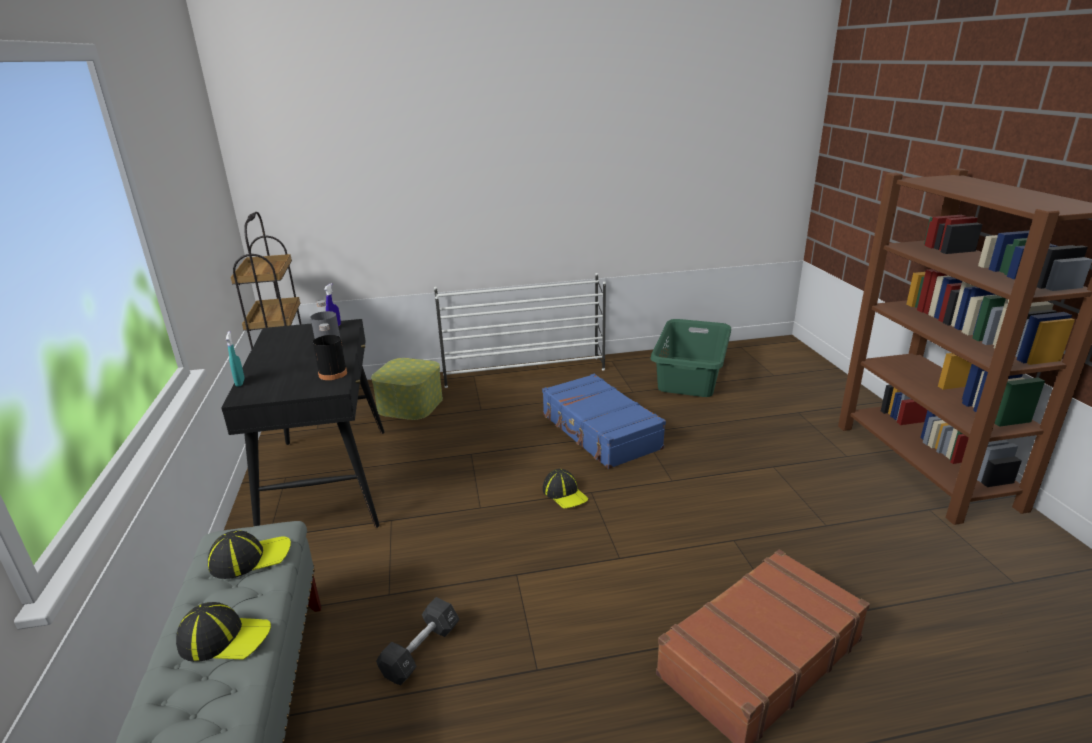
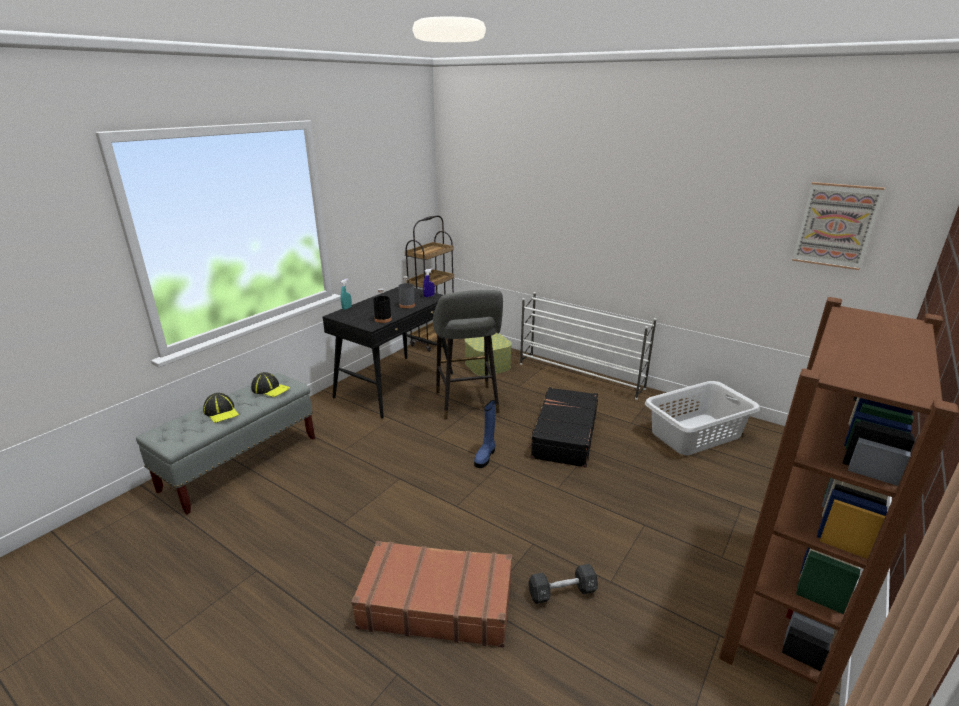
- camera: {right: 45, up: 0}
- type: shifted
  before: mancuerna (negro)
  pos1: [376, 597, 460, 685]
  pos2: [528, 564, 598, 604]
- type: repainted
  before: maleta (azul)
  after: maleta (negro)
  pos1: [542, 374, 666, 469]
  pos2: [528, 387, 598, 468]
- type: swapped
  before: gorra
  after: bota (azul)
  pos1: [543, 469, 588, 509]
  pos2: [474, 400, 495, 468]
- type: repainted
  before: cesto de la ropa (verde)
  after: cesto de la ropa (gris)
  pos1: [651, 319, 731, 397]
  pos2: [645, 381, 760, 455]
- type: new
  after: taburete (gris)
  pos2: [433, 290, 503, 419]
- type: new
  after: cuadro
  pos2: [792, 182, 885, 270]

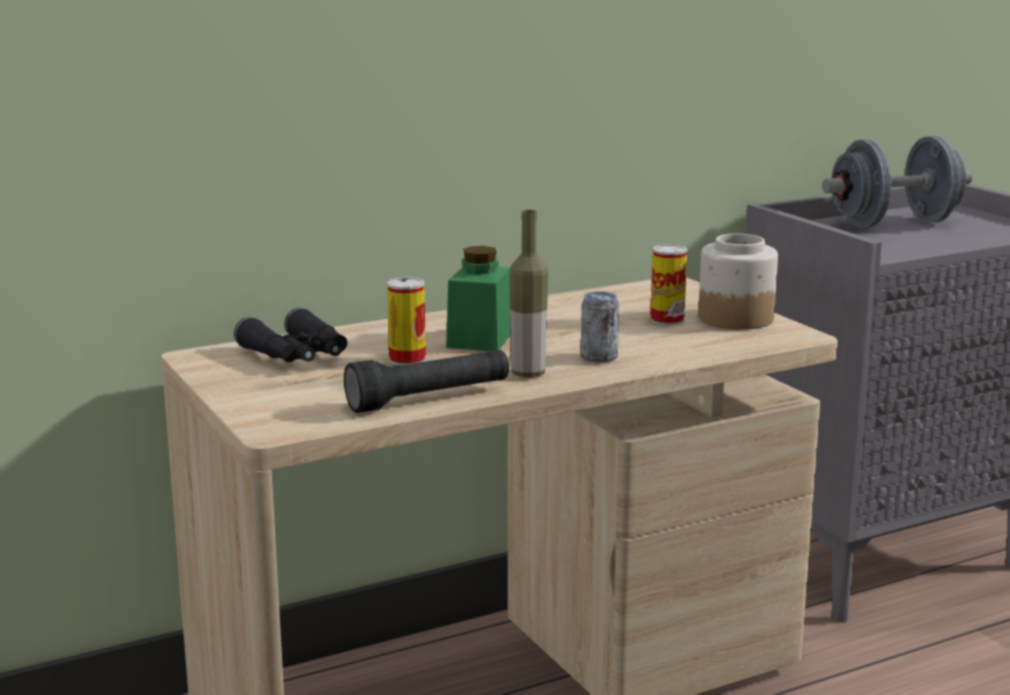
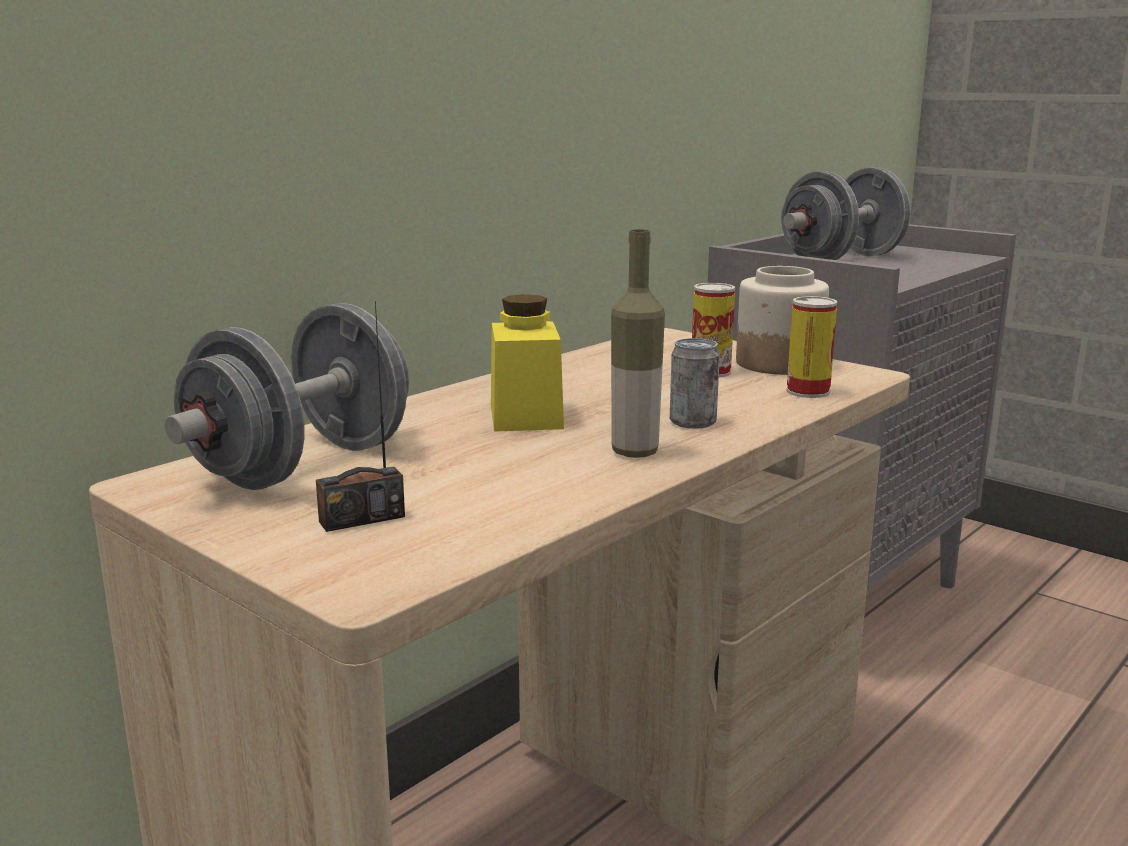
- camera: {right: -20, up: 0}
- type: swapped
  before: prismáticos (negro)
  after: mancuerna (gris)
  pos1: [234, 308, 347, 362]
  pos2: [165, 303, 409, 490]
- type: gone
  before: linterna (negro)
  pos1: [344, 350, 509, 413]
- type: shifted
  before: lata
  pos1: [387, 277, 426, 365]
  pos2: [786, 296, 838, 398]
- type: repainted
  before: tarro (verde)
  after: tarro (amarillo)
  pos1: [446, 246, 510, 351]
  pos2: [491, 294, 564, 432]
- type: new
  after: radio
  pos2: [316, 301, 405, 532]

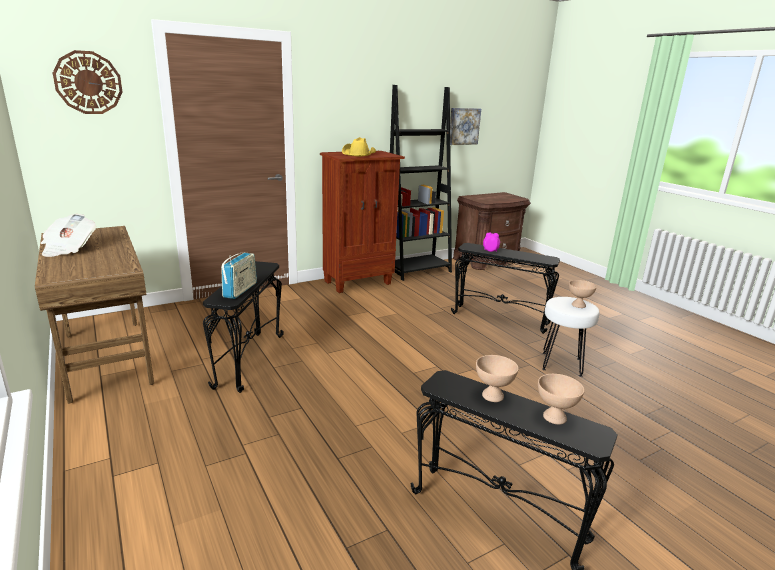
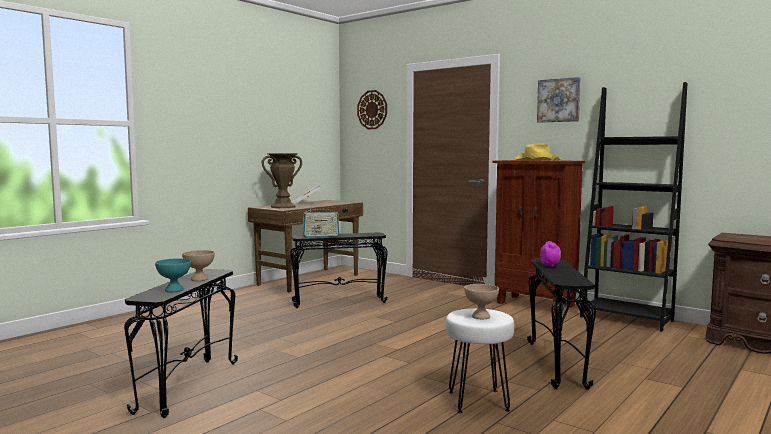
- camera: {right: 70, up: -15}
- type: shifted
  before: cuadro
  pos1: [450, 108, 481, 145]
  pos2: [537, 77, 581, 123]
- type: repainted
  before: cuenco (beis)
  after: cuenco (turquesa)
  pos1: [538, 374, 584, 424]
  pos2: [155, 258, 191, 292]
- type: new
  after: florero (marrón)
  pos2: [262, 153, 302, 208]

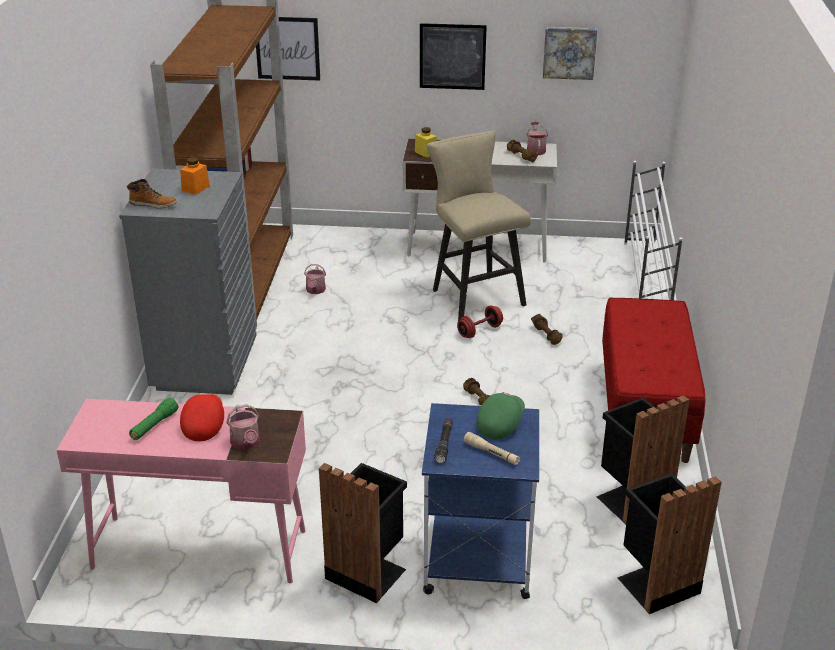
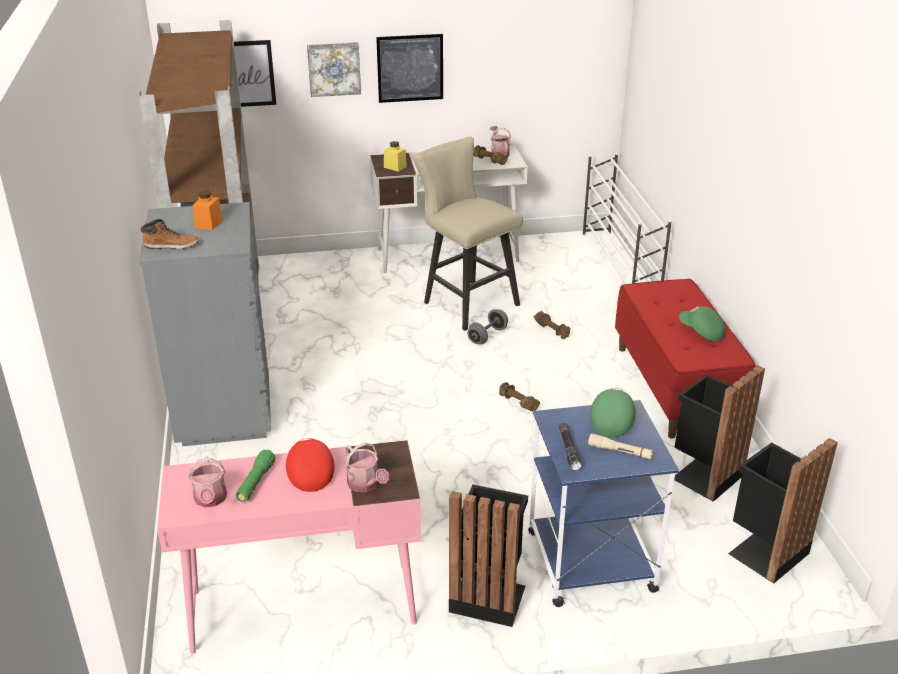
- camera: {right: -15, up: 0}
- type: shifted
  before: regadera
  pos1: [304, 264, 326, 294]
  pos2: [188, 456, 227, 508]
- type: repainted
  before: mancuerna (rojo)
  after: mancuerna (gris)
  pos1: [457, 305, 503, 338]
  pos2: [467, 309, 508, 344]
- type: shifted
  before: cuadro
  pos1: [543, 27, 597, 80]
  pos2: [307, 42, 361, 97]
- type: new
  after: gorra (verde)
  pos2: [679, 306, 725, 341]

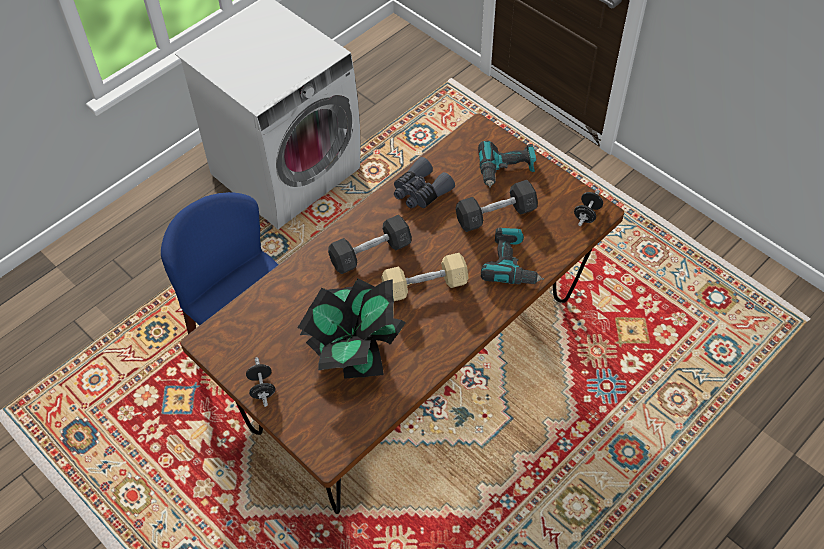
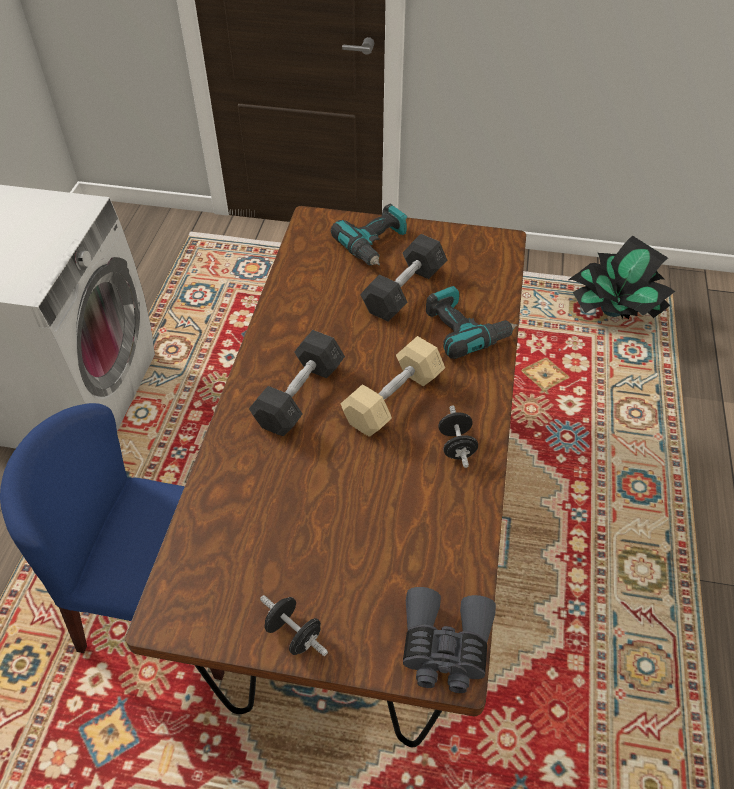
- camera: {right: -35, up: -5}
- type: shifted
  before: planta en maceta
  pos1: [298, 278, 406, 379]
  pos2: [568, 236, 675, 319]
- type: shifted
  before: prismáticos (gris)
  pos1: [394, 157, 455, 208]
  pos2: [403, 587, 496, 693]
- type: shifted
  before: mancuerna (negro)
  pos1: [574, 190, 603, 226]
  pos2: [438, 405, 478, 468]

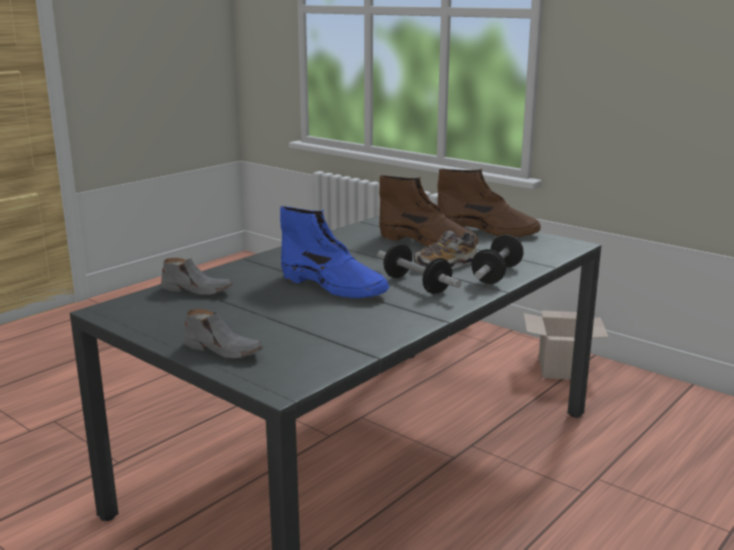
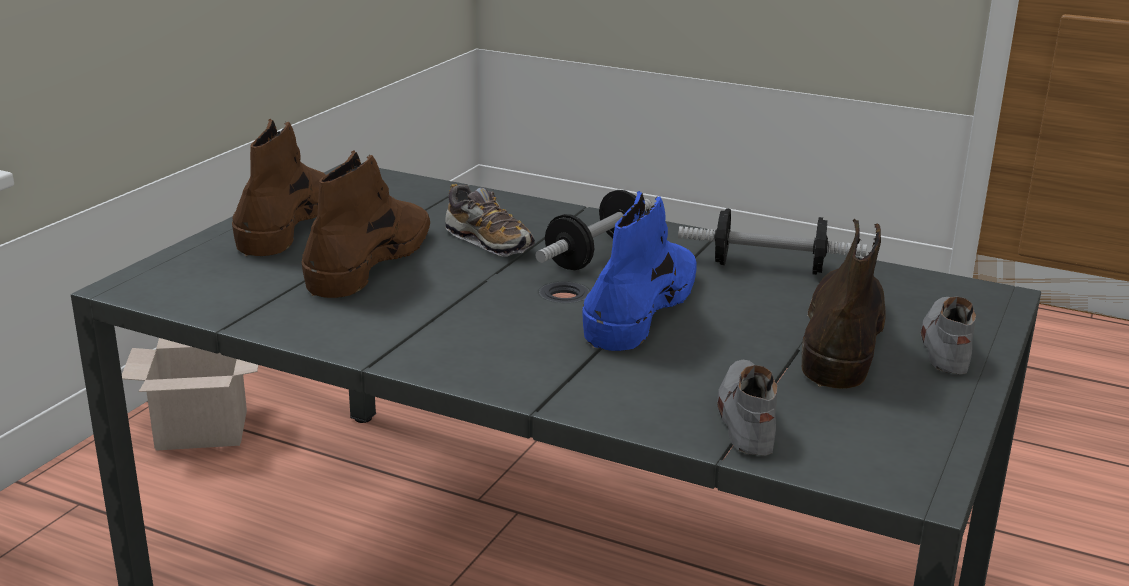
- camera: {right: -105, up: 5}
- type: shifted
  before: mancuerna
  pos1: [471, 235, 524, 284]
  pos2: [678, 208, 867, 275]
- type: new
  after: bota (marrón)
  pos2: [801, 219, 886, 389]

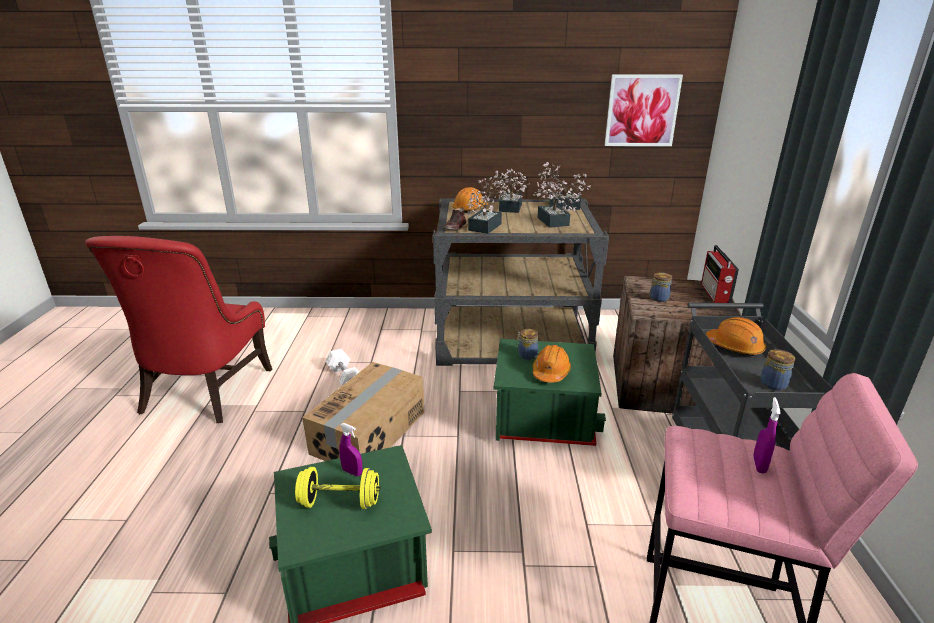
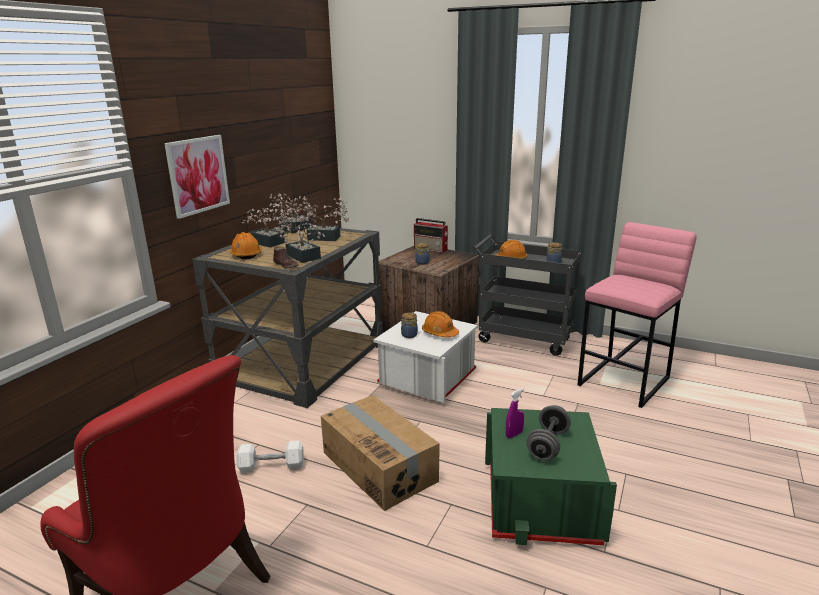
- camera: {right: -65, up: -5}
- type: repainted
  before: mancuerna (amarillo)
  after: mancuerna (gris)
  pos1: [295, 467, 381, 509]
  pos2: [526, 405, 571, 461]
- type: repainted
  before: caja de almacenaje (verde)
  after: caja de almacenaje (blanco)
  pos1: [494, 339, 606, 446]
  pos2: [373, 311, 478, 403]
- type: shifted
  before: cuadro
  pos1: [604, 74, 683, 146]
  pos2: [164, 135, 230, 219]
- type: gone
  before: pulverizador (morado)
  pos1: [753, 397, 781, 474]

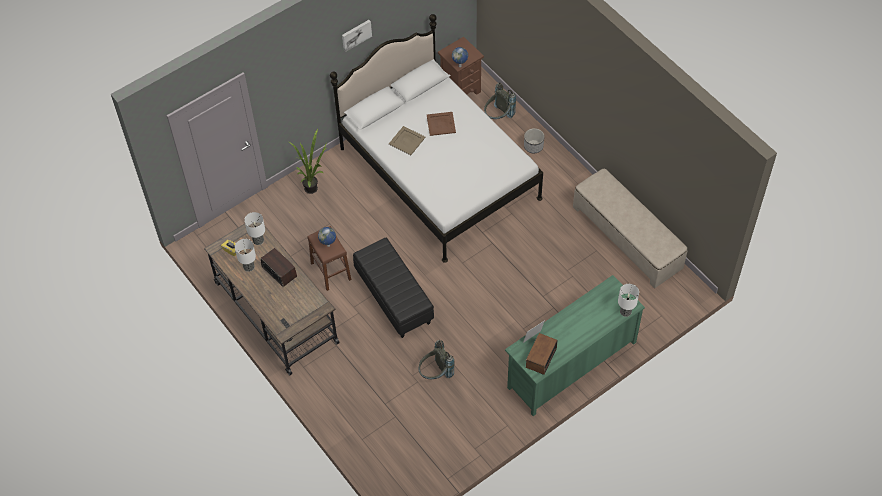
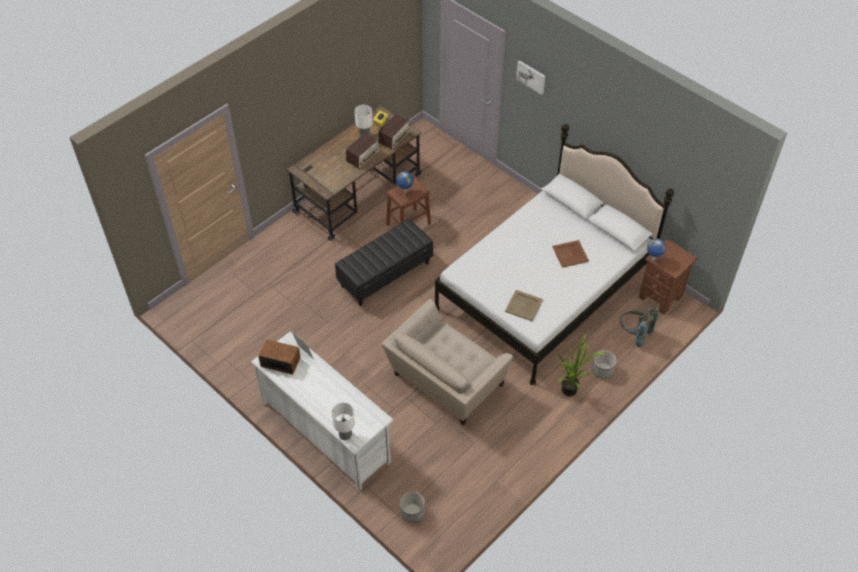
- camera: {right: 80, up: -5}
- type: swapped
  before: lámpara de mesa
  after: radio
  pos1: [244, 212, 265, 245]
  pos2: [378, 115, 410, 149]
- type: shifted
  before: planta en maceta
  pos1: [289, 129, 326, 194]
  pos2: [554, 334, 606, 397]
- type: shifted
  before: cuadro
  pos1: [342, 20, 372, 52]
  pos2: [516, 61, 545, 95]
- type: shifted
  before: bandeja (beis)
  pos1: [389, 126, 425, 155]
  pos2: [505, 290, 543, 322]
- type: gone
  before: mochila (gris)
  pos1: [419, 340, 455, 379]
- type: repainted
  before: cómoda (verde)
  after: cómoda (blanco)
  pos1: [505, 275, 645, 416]
  pos2: [251, 332, 393, 491]
- type: gone
  before: banco (beis)
  pos1: [573, 169, 688, 288]
- type: new
  after: sillón (beis)
  pos2: [381, 299, 513, 426]
- type: new
  after: maceta
  pos2: [399, 491, 425, 523]

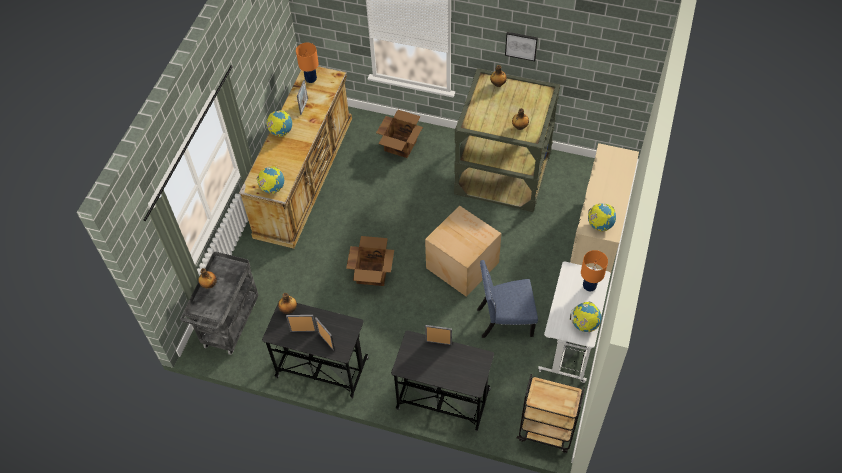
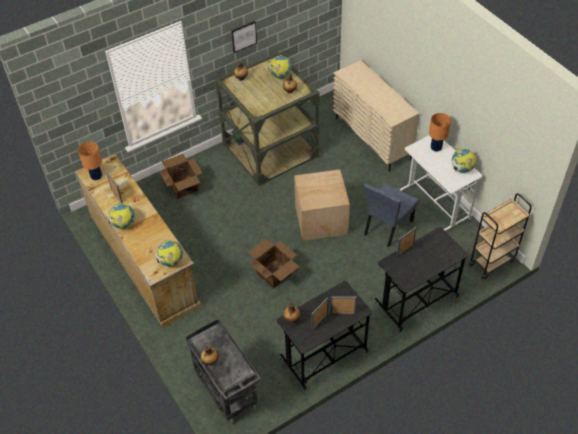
- camera: {right: -50, up: -5}
- type: shifted
  before: globo terráqueo
  pos1: [588, 203, 616, 231]
  pos2: [268, 55, 292, 79]

